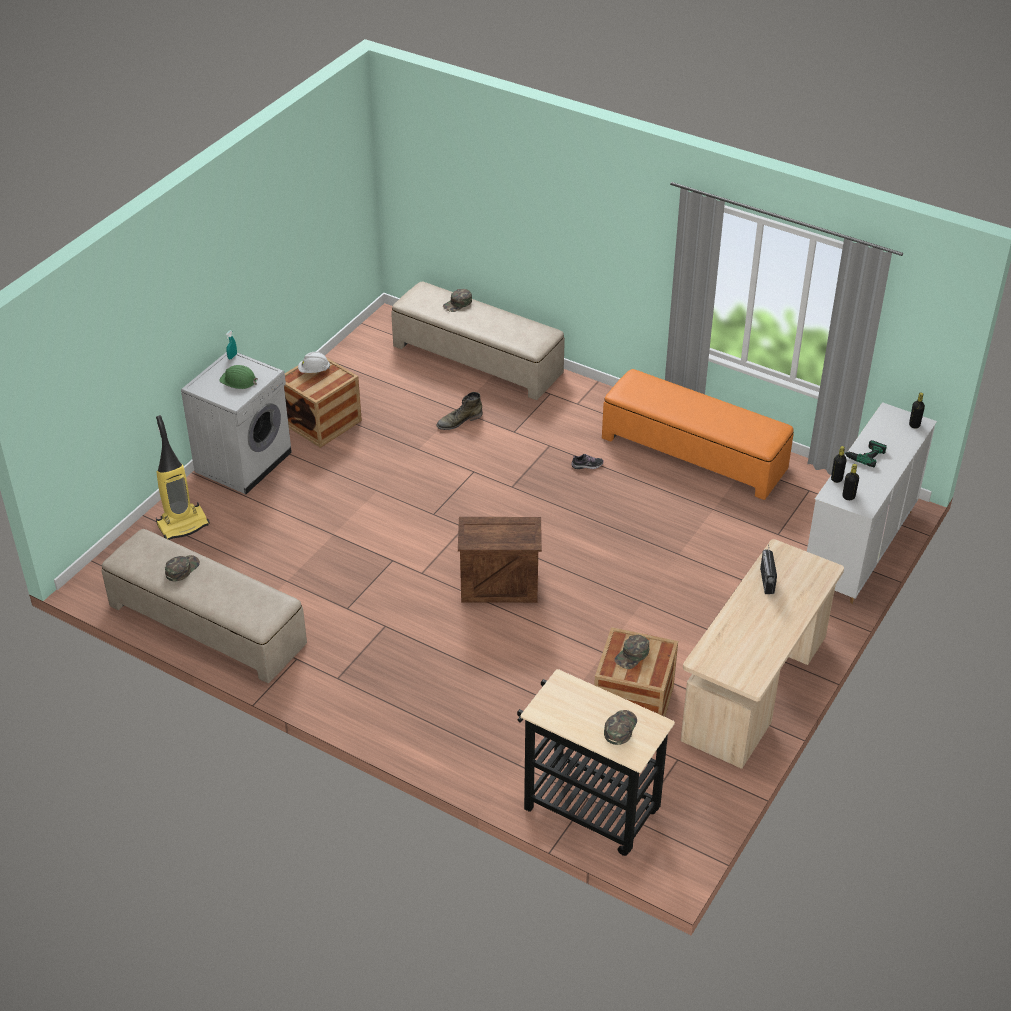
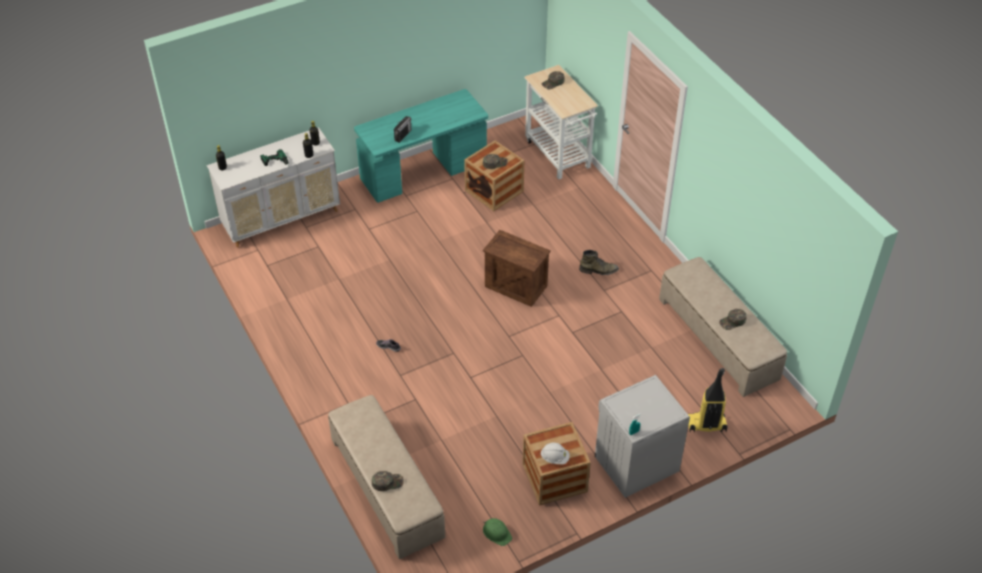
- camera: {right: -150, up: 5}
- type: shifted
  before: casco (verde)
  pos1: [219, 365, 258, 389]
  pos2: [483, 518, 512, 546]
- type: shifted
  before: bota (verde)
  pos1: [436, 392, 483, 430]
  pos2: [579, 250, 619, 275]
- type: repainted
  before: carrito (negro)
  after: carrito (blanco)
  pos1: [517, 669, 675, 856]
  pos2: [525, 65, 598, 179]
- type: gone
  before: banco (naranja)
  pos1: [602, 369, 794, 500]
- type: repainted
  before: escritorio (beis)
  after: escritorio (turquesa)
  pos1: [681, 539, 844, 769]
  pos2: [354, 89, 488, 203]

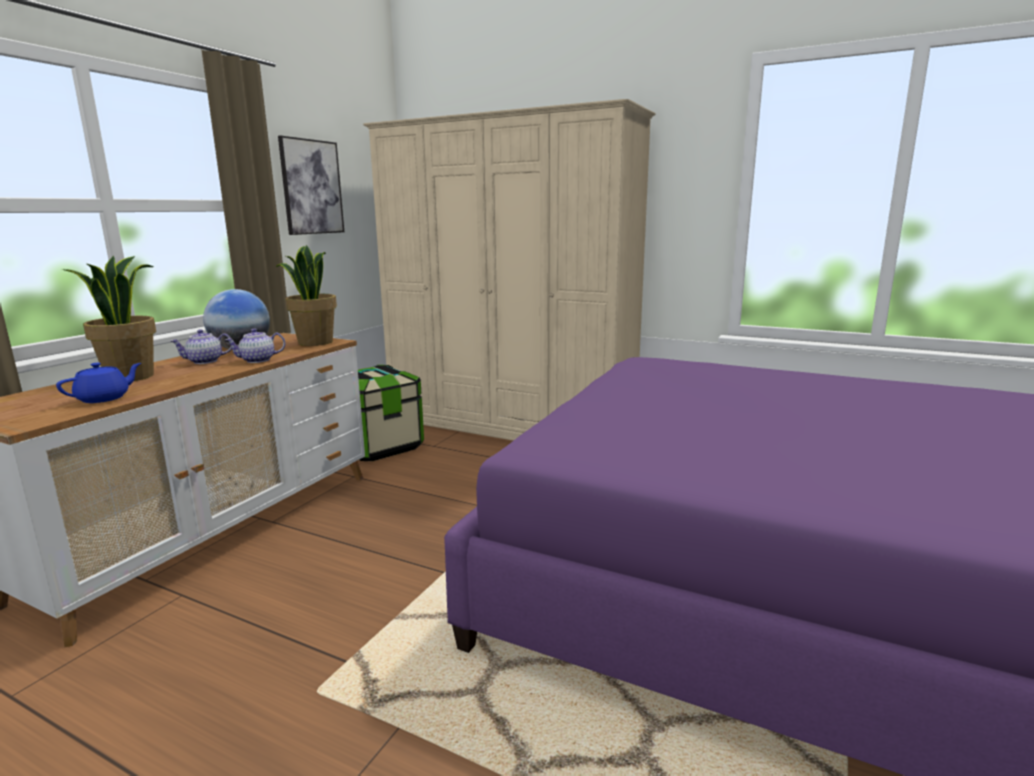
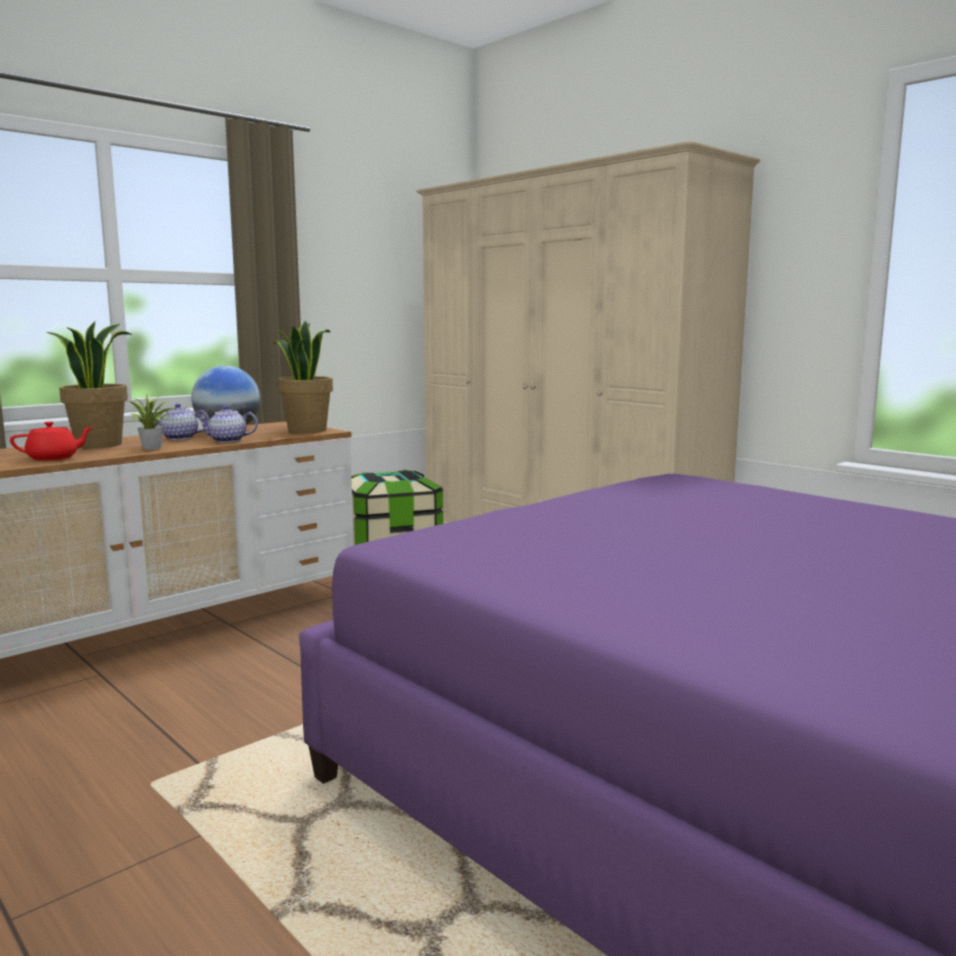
- camera: {right: 20, up: -5}
- type: repainted
  before: tetera (azul)
  after: tetera (rojo)
  pos1: [56, 363, 141, 403]
  pos2: [10, 422, 93, 461]
- type: gone
  before: cuadro
  pos1: [278, 135, 344, 235]
- type: new
  after: planta en maceta
  pos2: [124, 394, 176, 450]

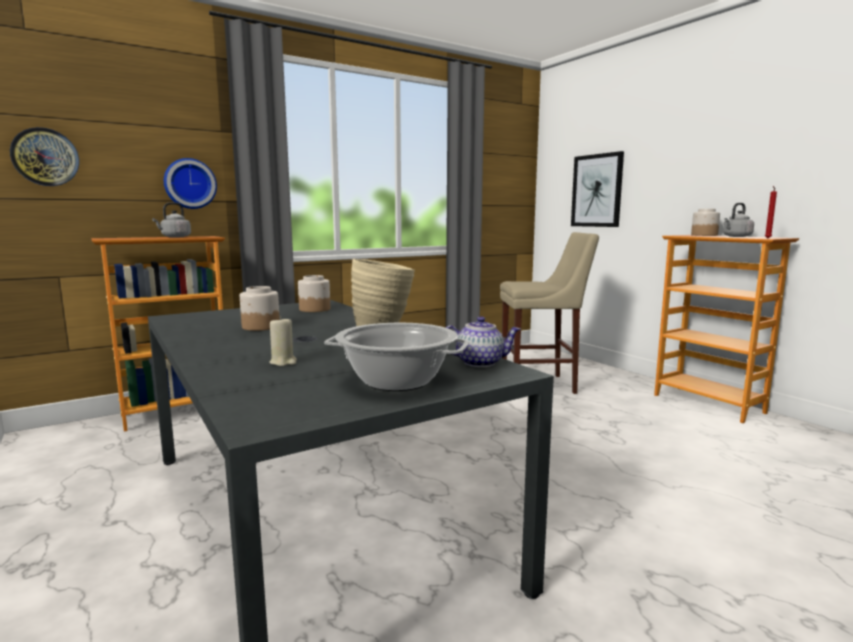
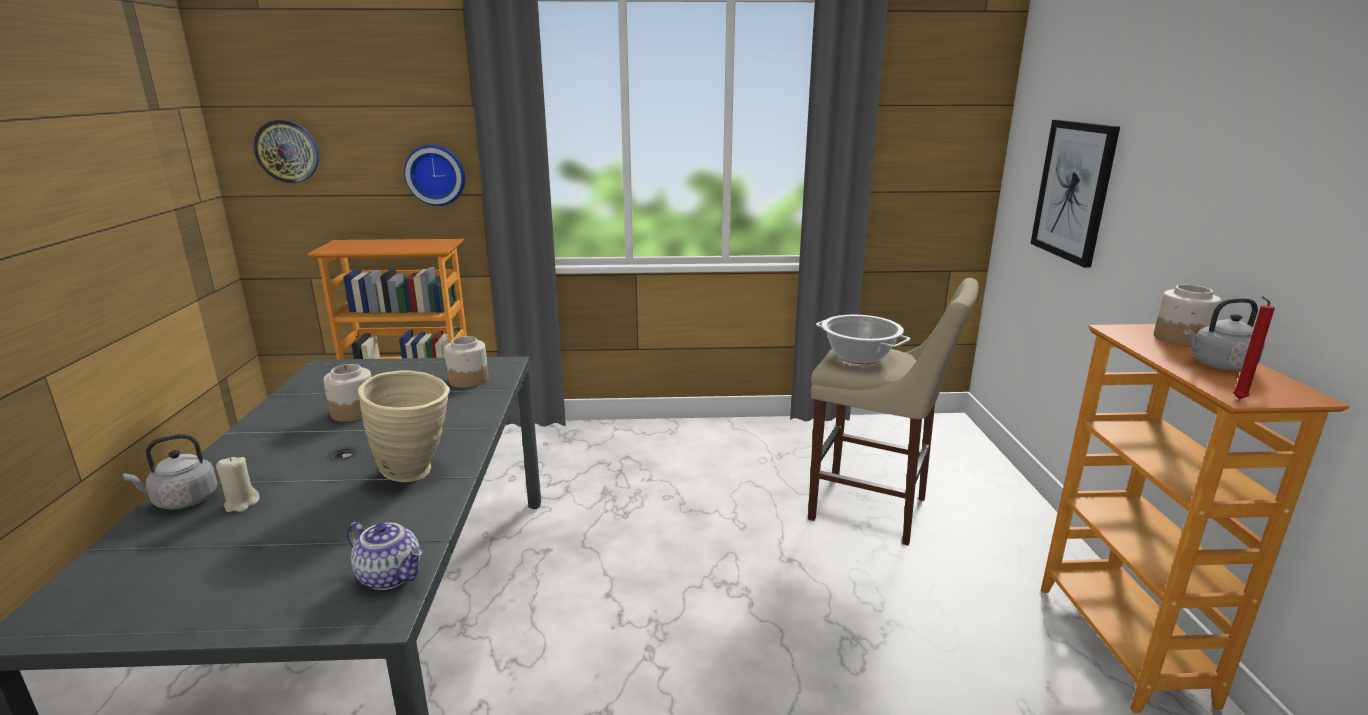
- camera: {right: 30, up: 10}
- type: shifted
  before: hervidor (gris)
  pos1: [152, 202, 191, 237]
  pos2: [123, 434, 218, 509]
- type: shifted
  before: olla
  pos1: [324, 323, 469, 391]
  pos2: [816, 315, 910, 364]

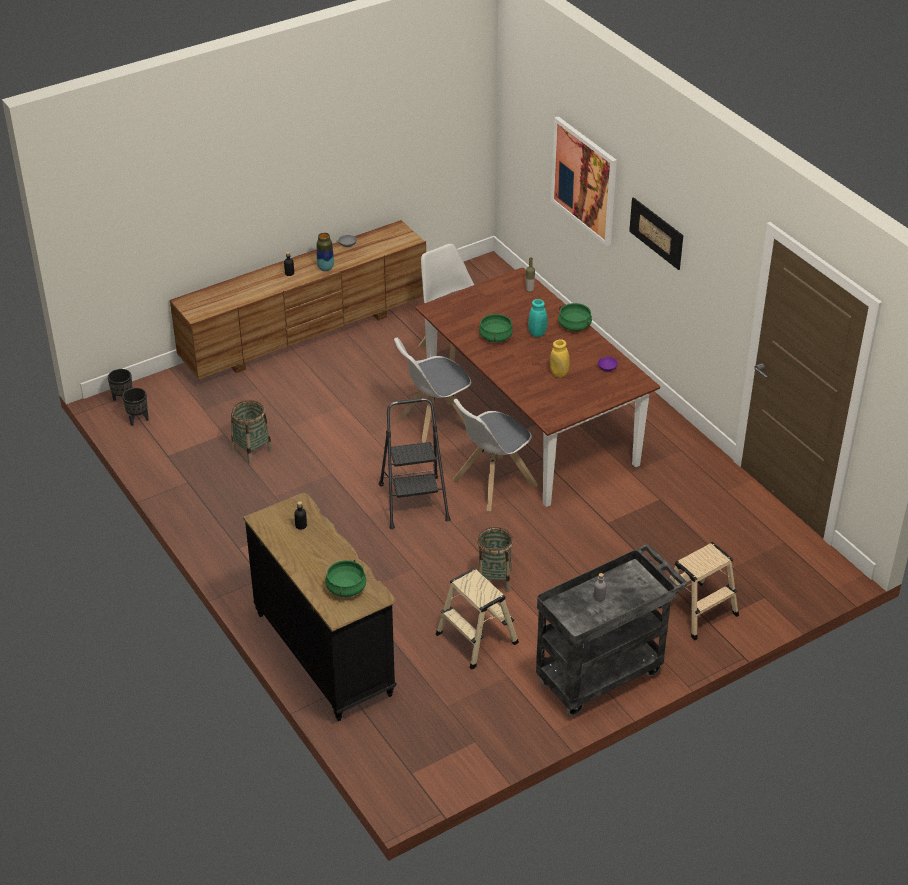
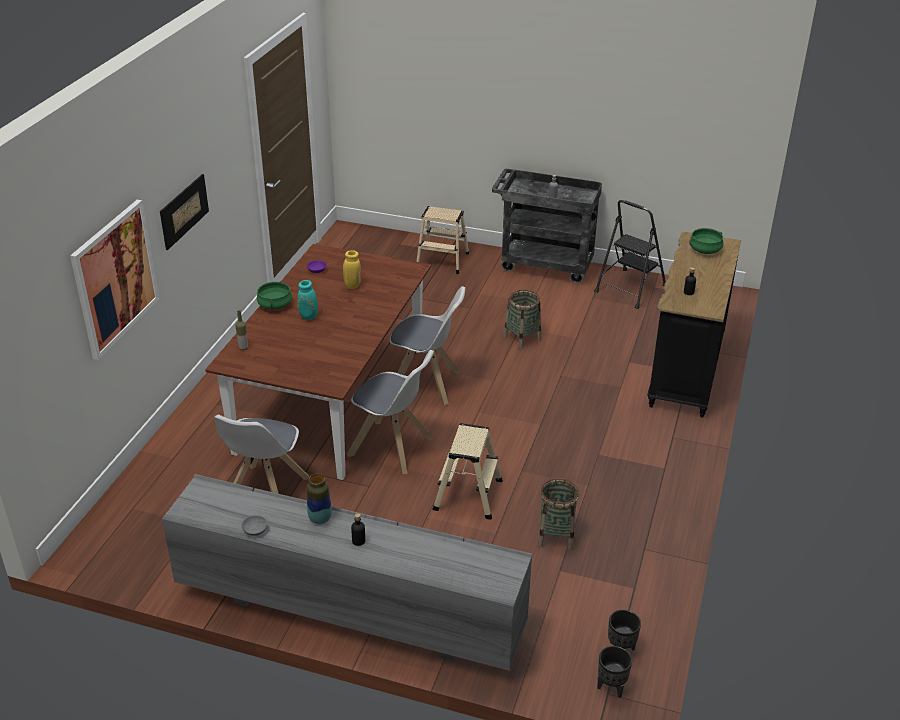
- camera: {right: -130, up: -5}
- type: repainted
  before: armario (marrón)
  after: armario (gris)
  pos1: [170, 220, 426, 379]
  pos2: [162, 474, 532, 671]
- type: shifted
  before: escalera de tijera (negro)
  pos1: [378, 398, 451, 529]
  pos2: [594, 200, 666, 309]
- type: shifted
  before: escalera de tijera (beis)
  pos1: [436, 567, 519, 670]
  pos2: [432, 423, 503, 520]
- type: gone
  before: olla (verde)
  pos1: [479, 313, 513, 342]

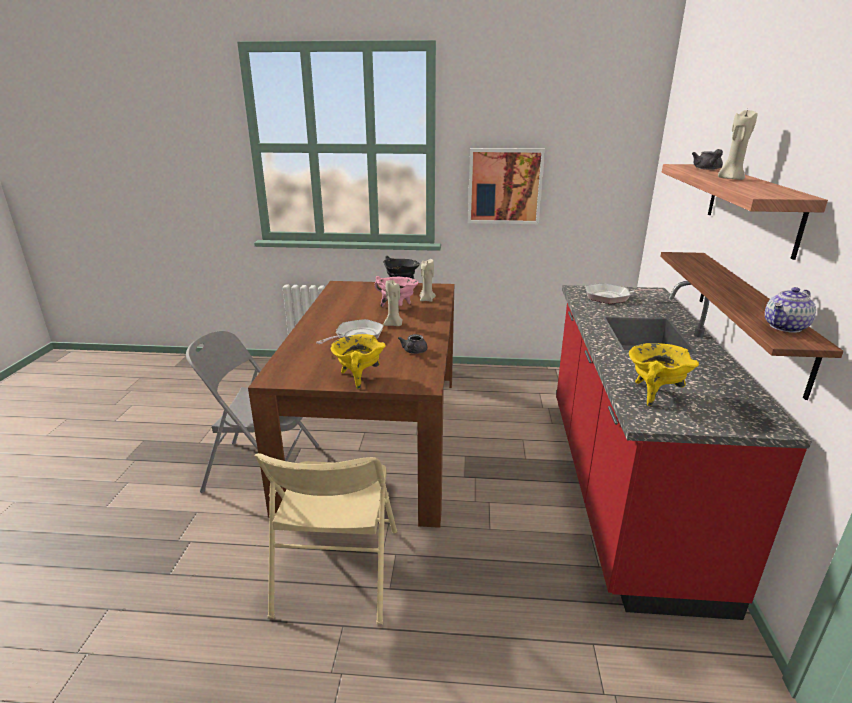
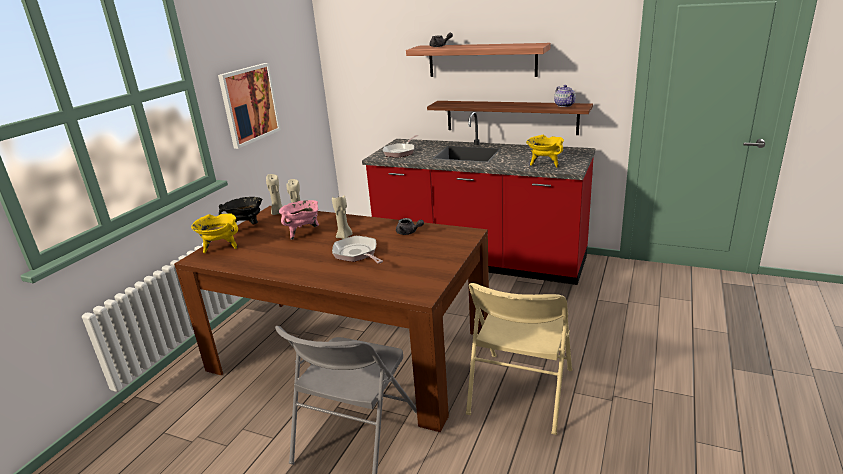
- camera: {right: -70, up: 0}
- type: rotated
  before: silla (beis)
  pos1: [255, 453, 397, 625]
  pos2: [466, 283, 572, 435]
  turn: 90
- type: shifted
  before: olla (amarillo)
  pos1: [331, 334, 386, 389]
  pos2: [191, 214, 238, 253]
- type: shifted
  before: vela (beis)
  pos1: [718, 109, 758, 180]
  pos2: [266, 174, 283, 215]

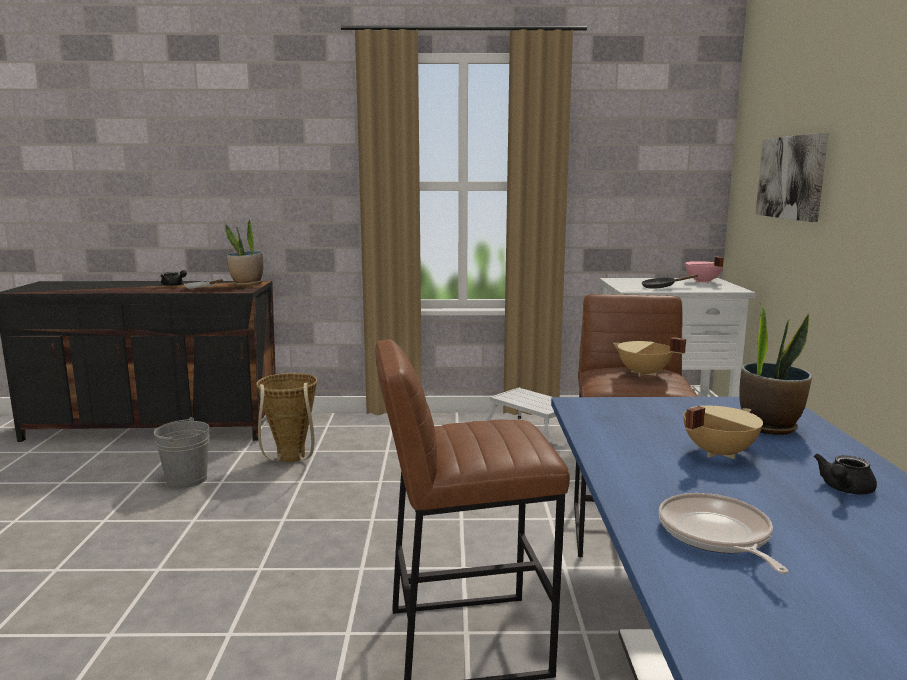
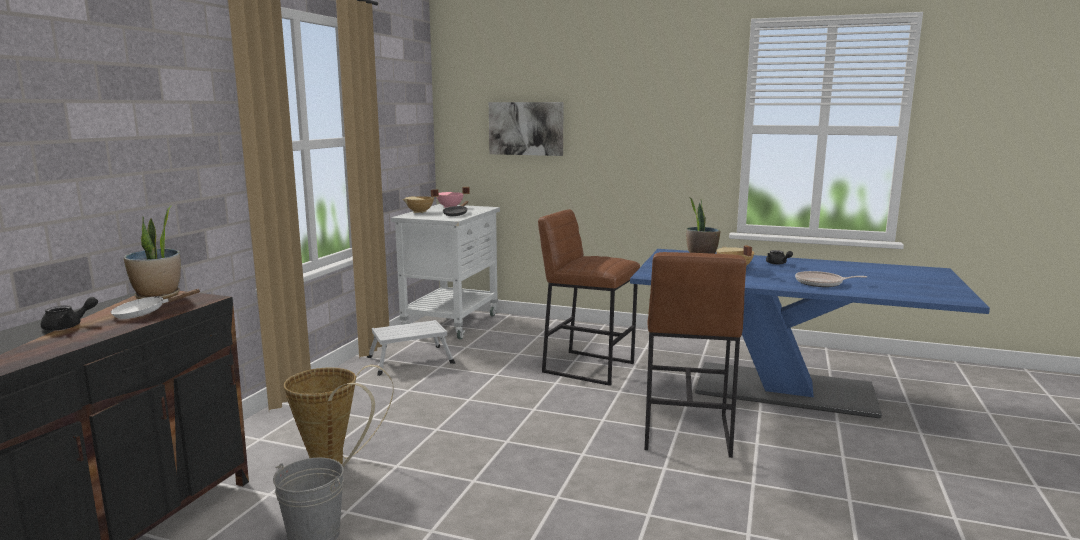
- camera: {right: -70, up: 0}
- type: shifted
  before: olla (beis)
  pos1: [613, 337, 686, 377]
  pos2: [402, 189, 439, 213]

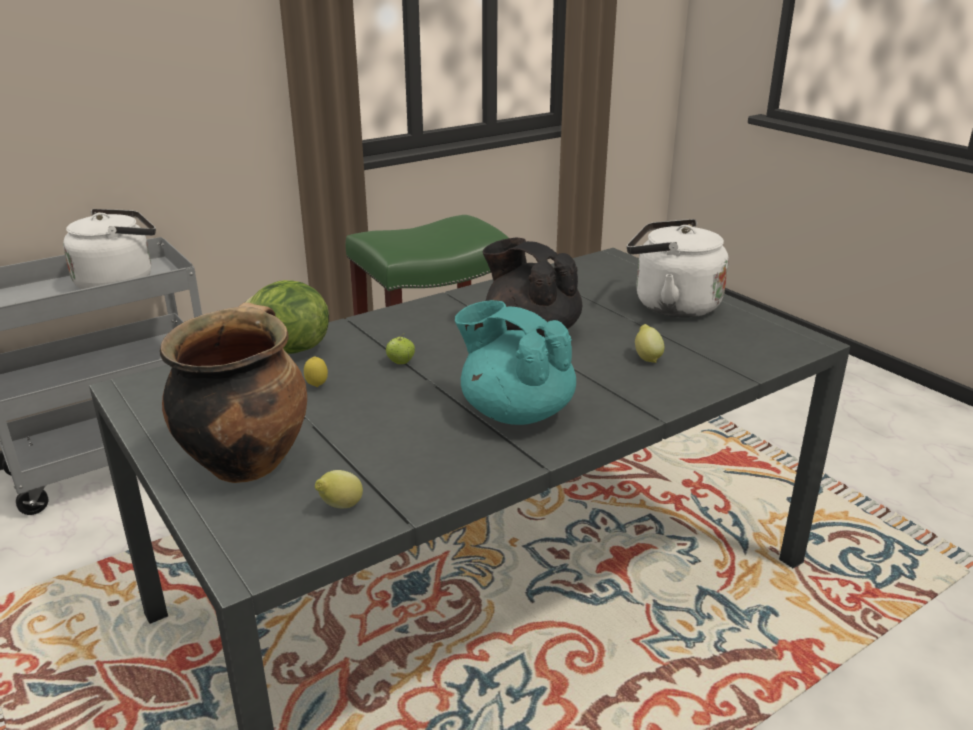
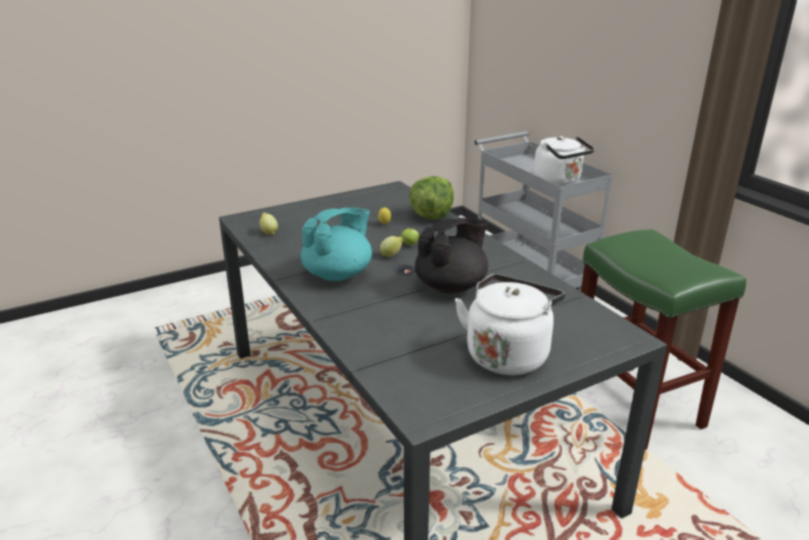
- camera: {right: 95, up: 0}
- type: gone
  before: olla
  pos1: [160, 303, 307, 483]
- type: shifted
  before: limón
  pos1: [635, 324, 664, 363]
  pos2: [380, 236, 404, 257]

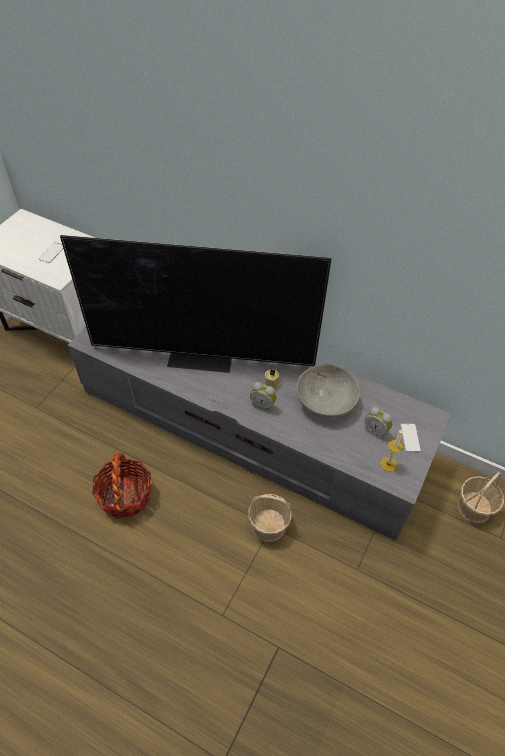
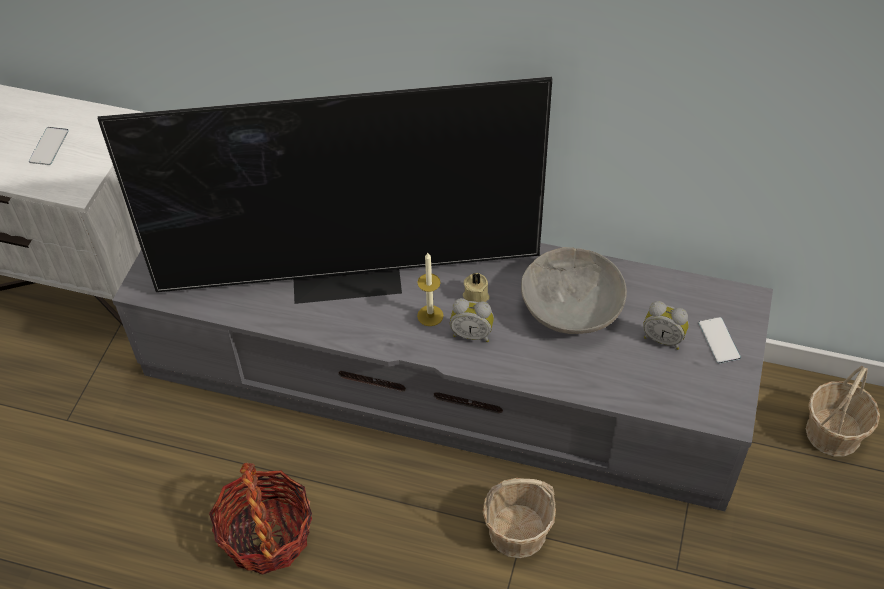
- camera: {right: -10, up: 0}
- type: shifted
  before: vela
  pos1: [380, 429, 403, 472]
  pos2: [417, 253, 444, 326]

